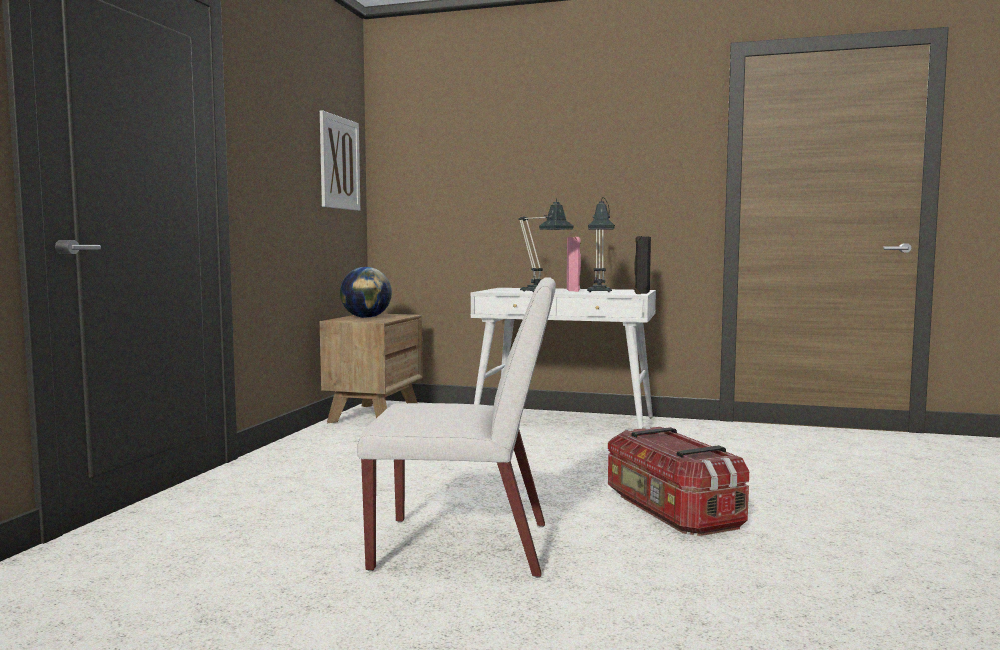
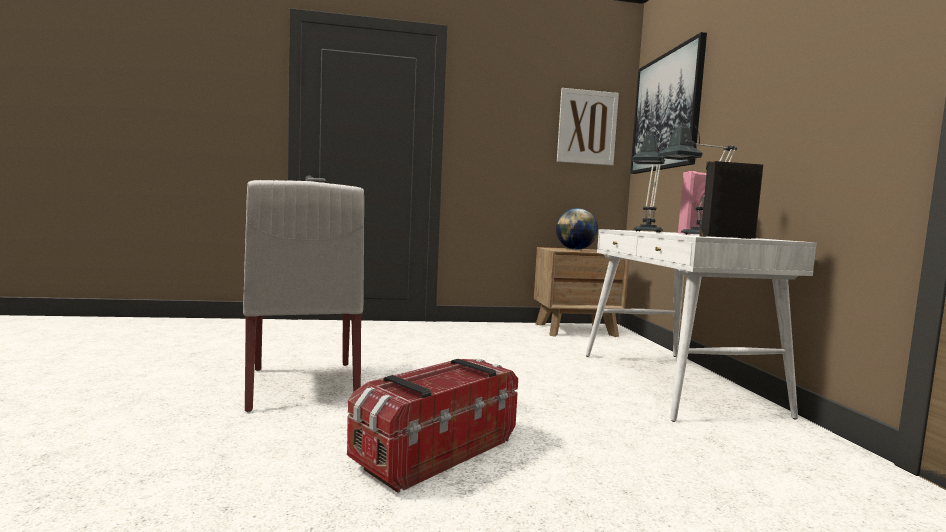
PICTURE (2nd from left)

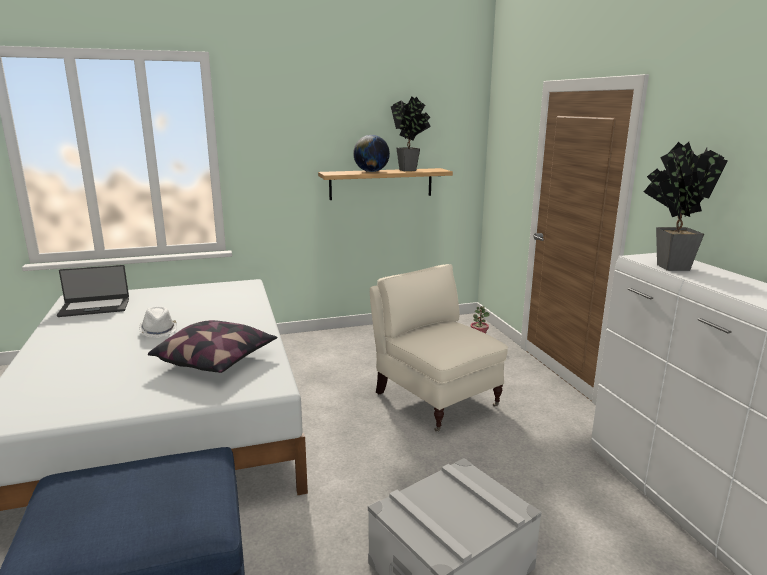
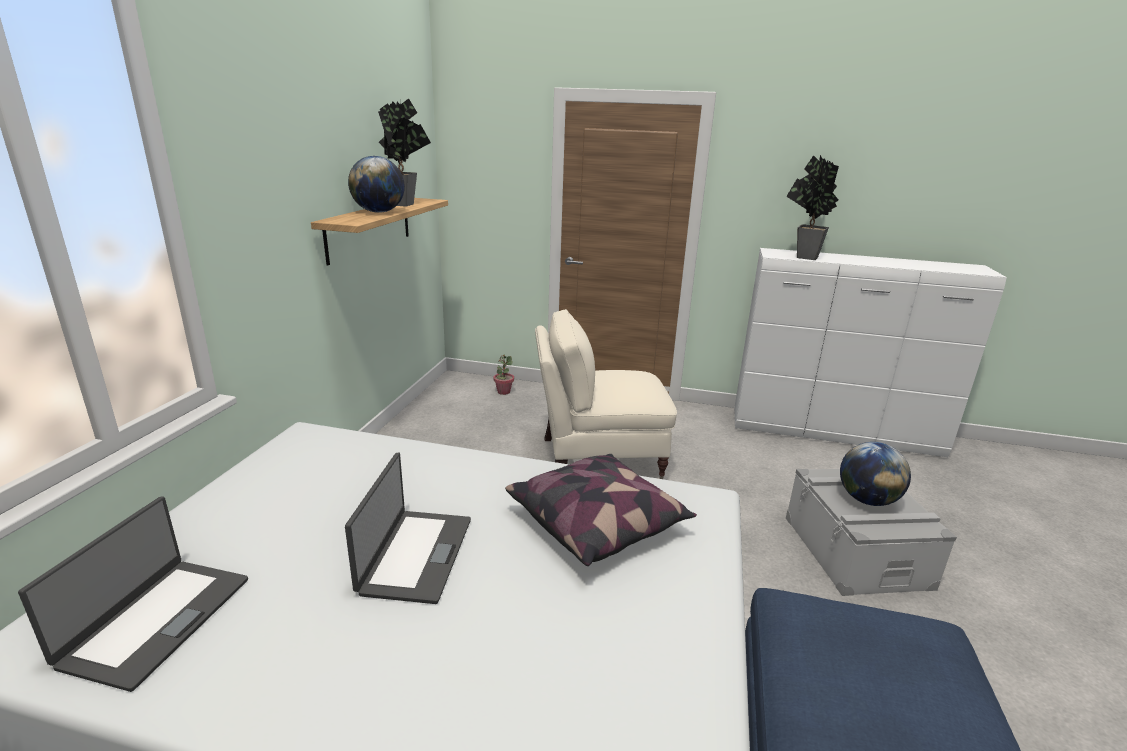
LAPTOP (2nd from left)
GLOBE (2nd from left)

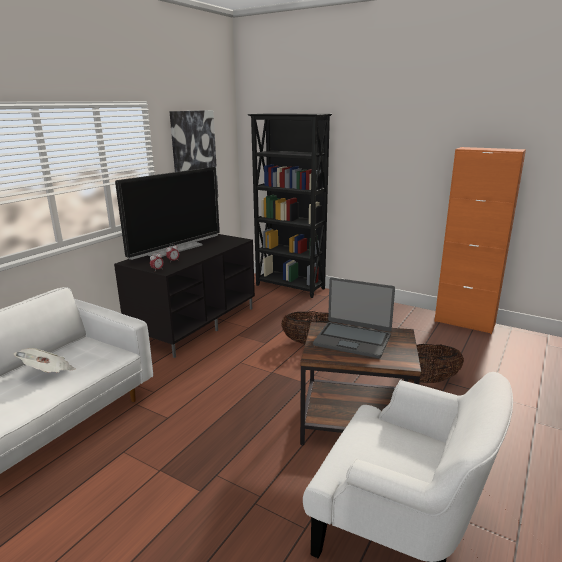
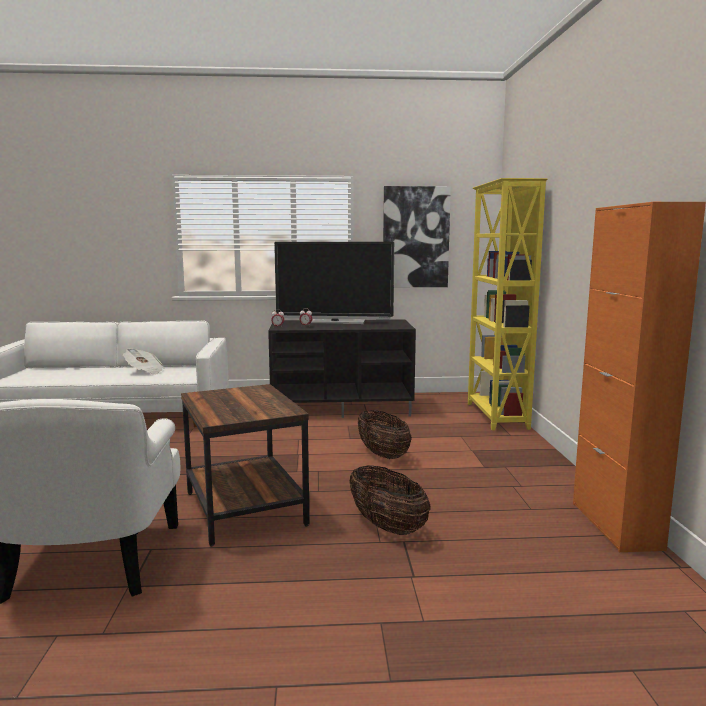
YELLOW BOOKCASE
LAPTOP

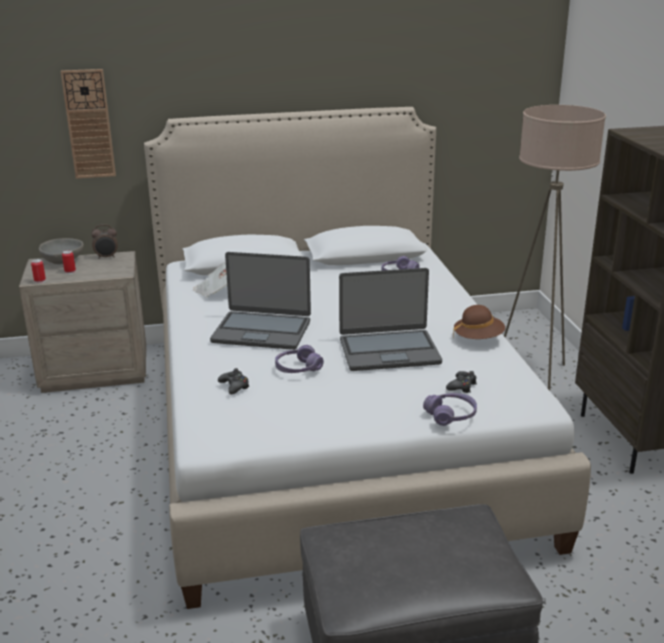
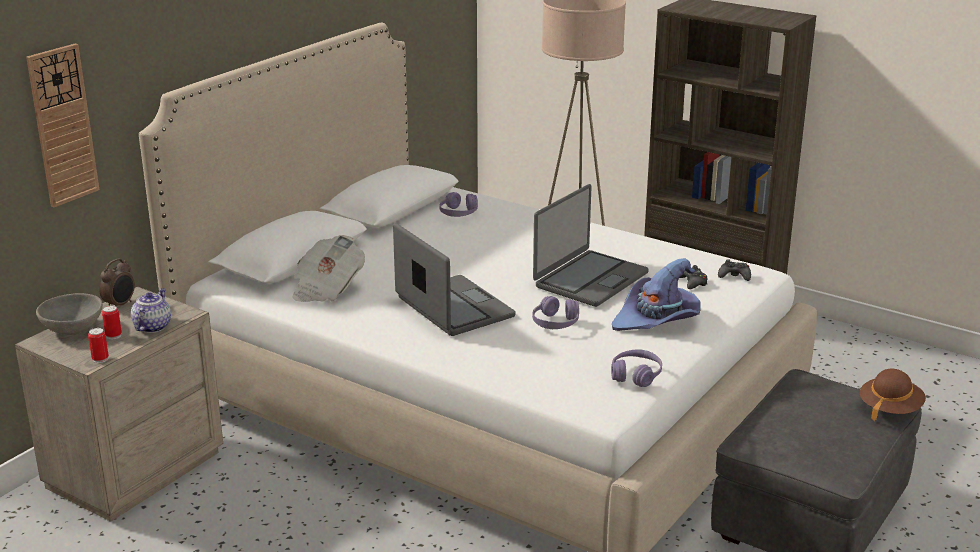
TEAPOT
LAPTOP (1st from left)
PURPLE HEADPHONES (3rd from left)
PURPLE HAT
BLACK GAME CONTROLLER (2nd from left)
BROWN HAT

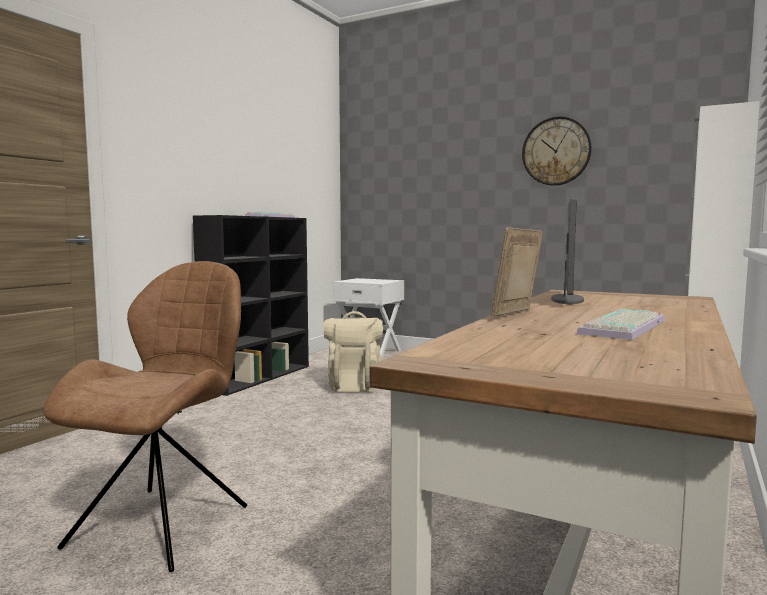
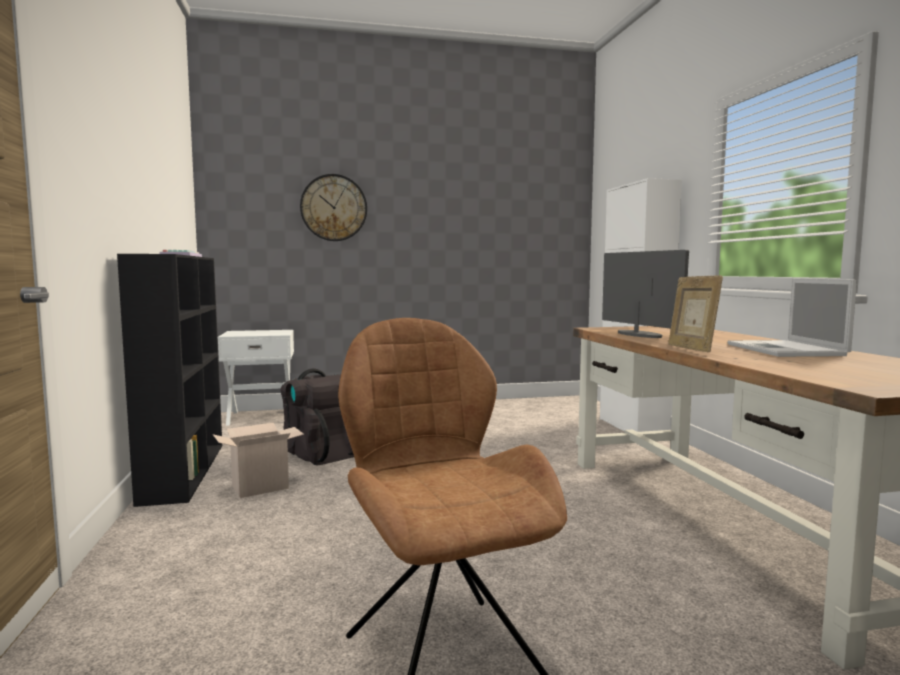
CARDBOARD BOX
BLACK BACKPACK
WALL CLOCK
LAPTOP

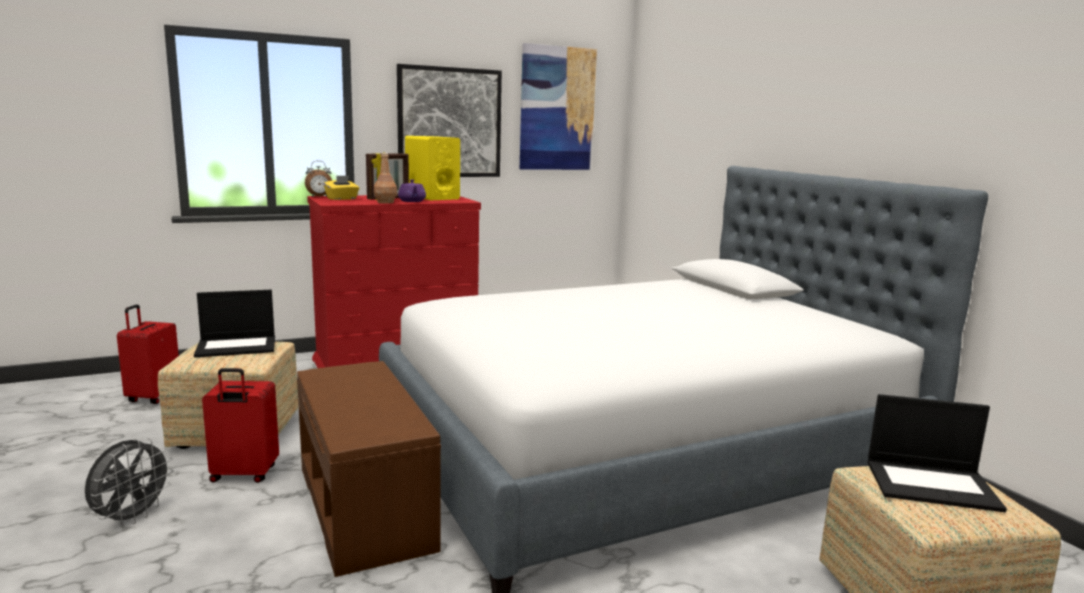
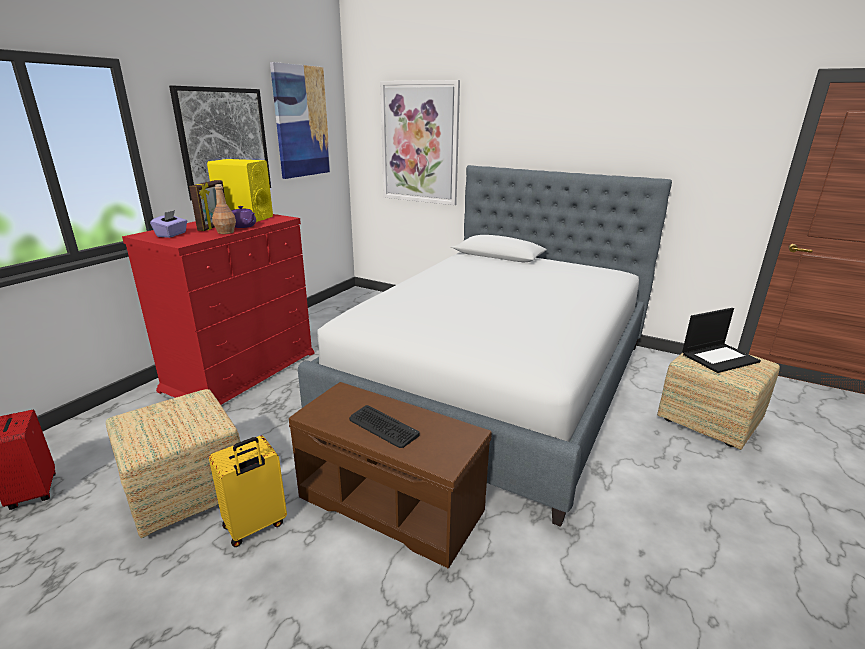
PURPLE TISSUE BOX
YELLOW SUITCASE
KEYBOARD
PICTURE (3rd from left)
GREY FAN
LAPTOP (1st from left in the first image)
ALARM CLOCK

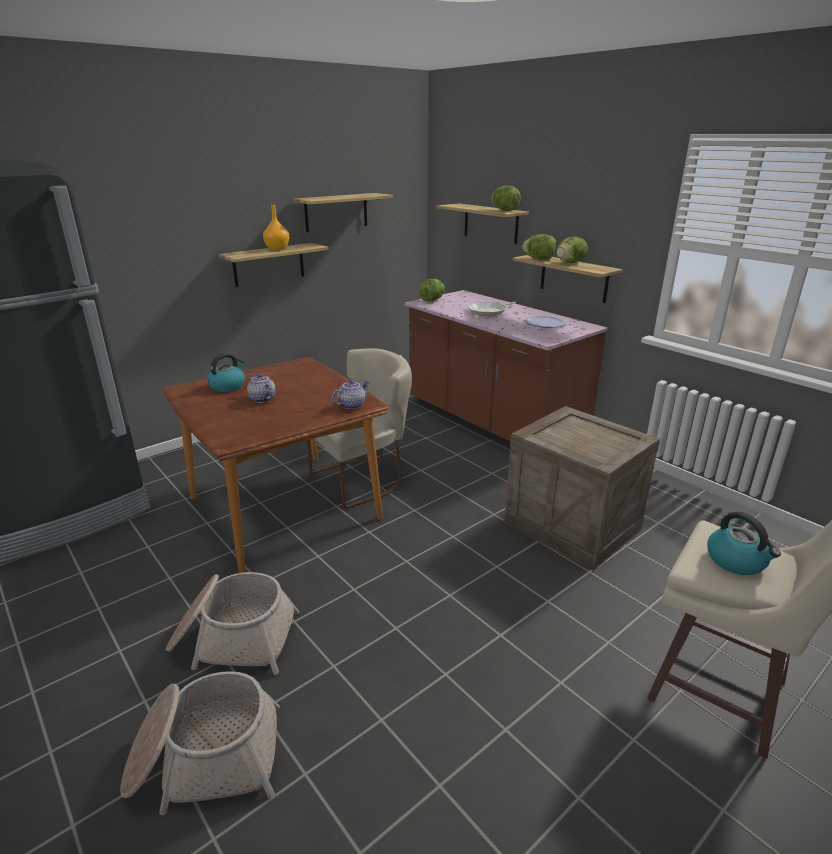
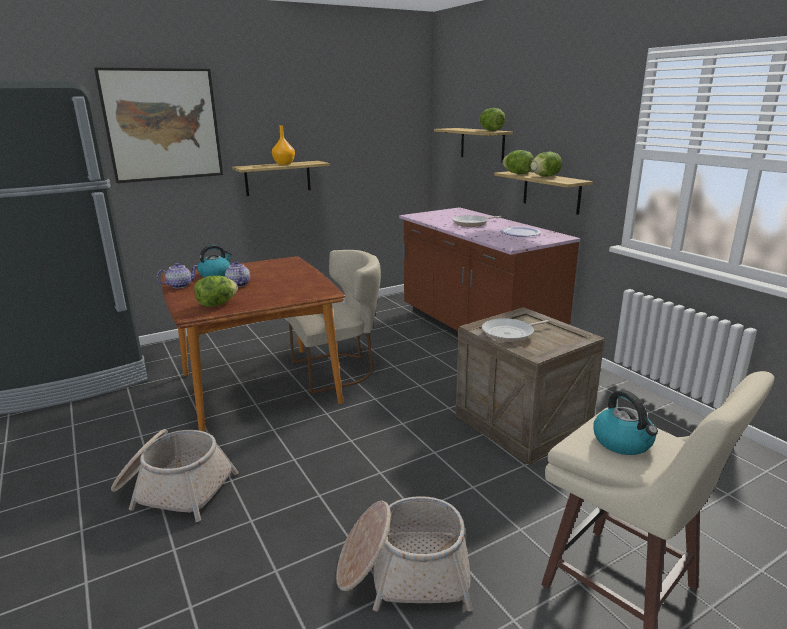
PICTURE
TEAPOT (1st from left)
LETTUCE (1st from left)
BASKET (2nd from left)
FRYING PAN (2nd from left)
SHELF (2nd from left in the first image)

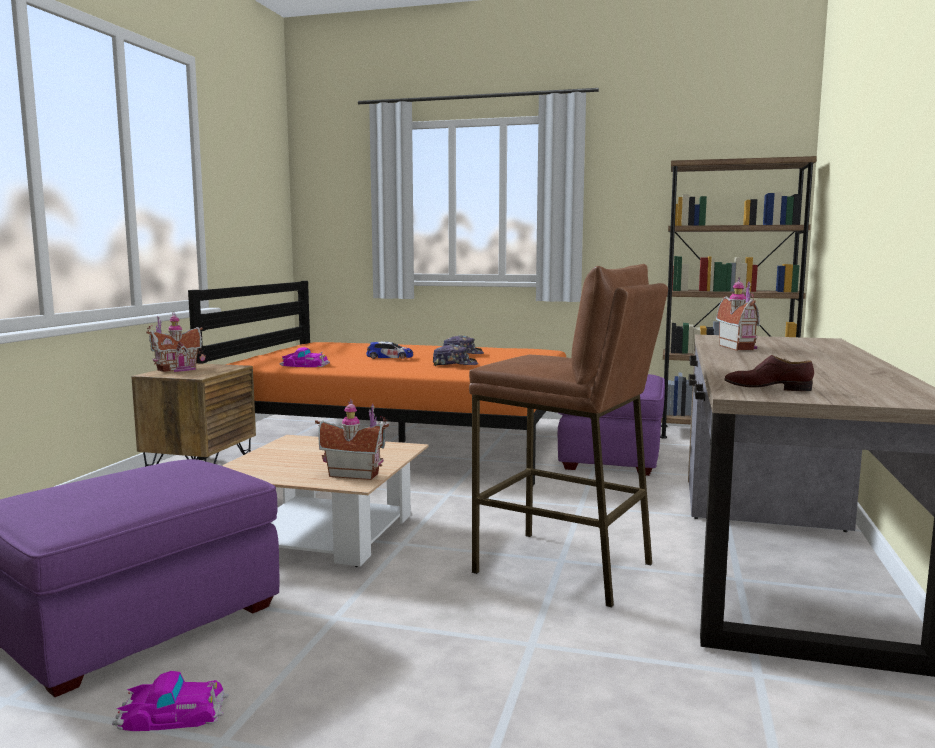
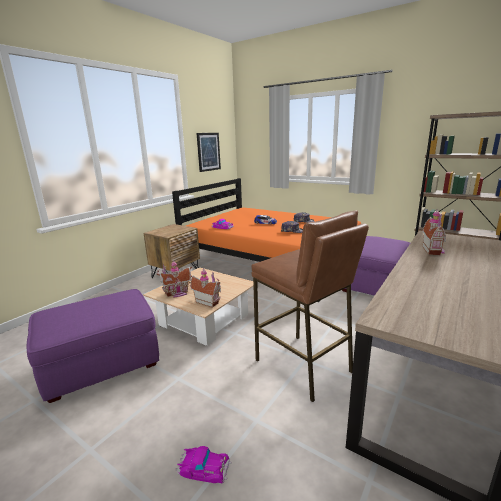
TOY HOUSE (1st from left)
TOY CAR (1st from left)
PICTURE
BROWN SHOE

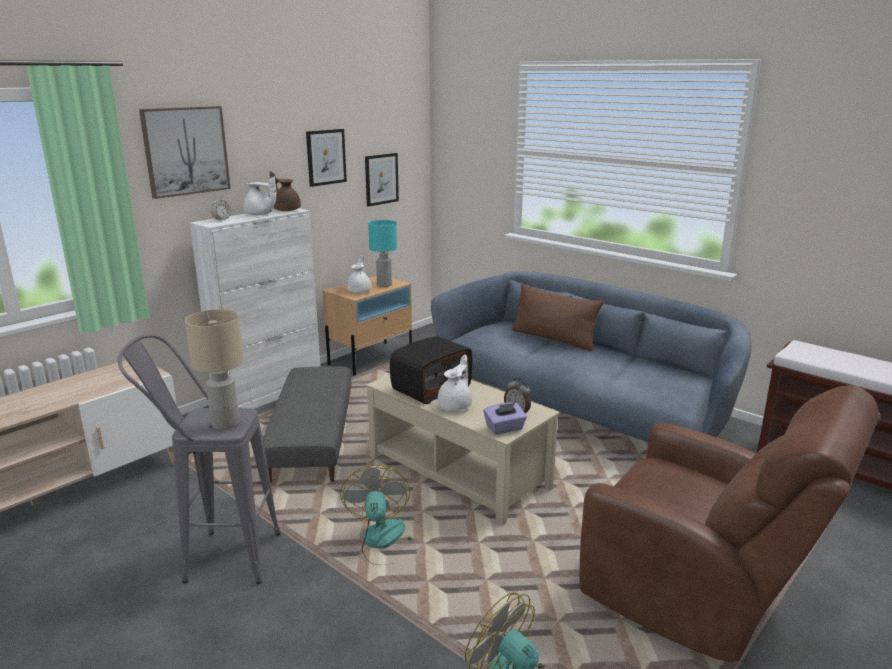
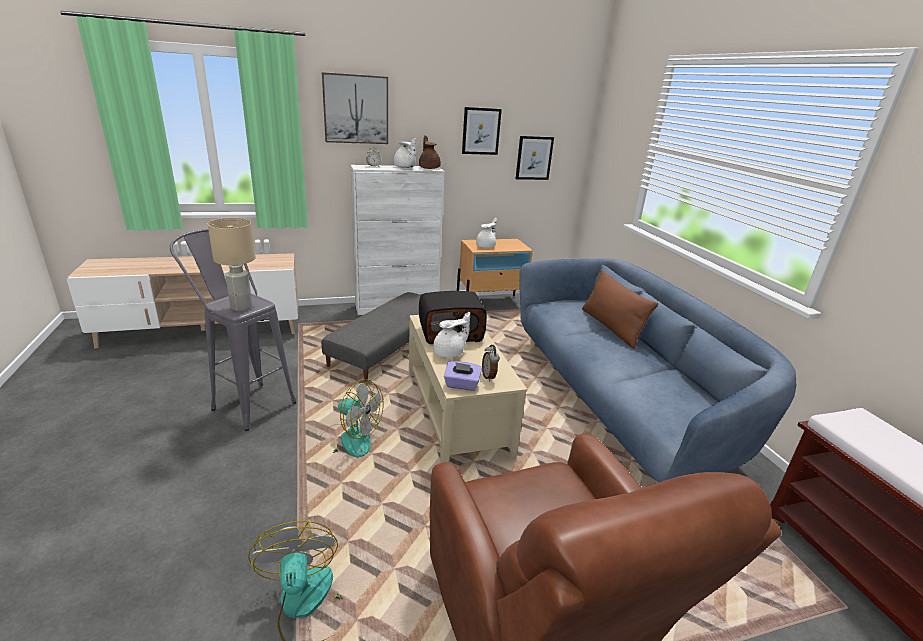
FAN (2nd from left)
TURQUOISE TABLE LAMP

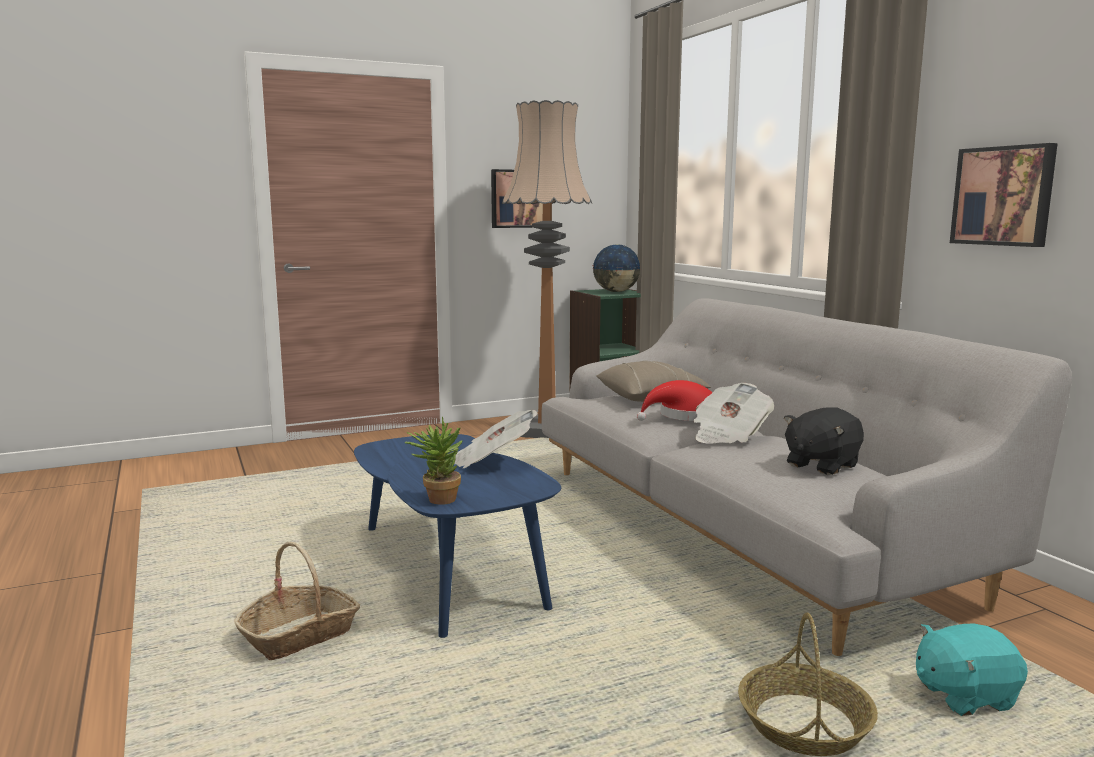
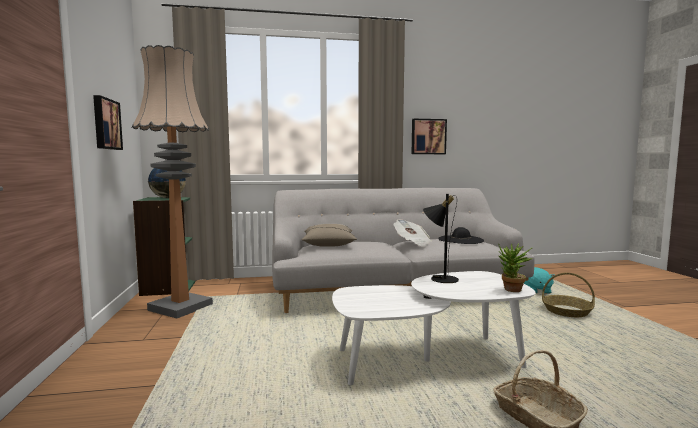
WHITE COFFEE TABLE
BLACK TABLE LAMP
BLACK HAT
RED HAT

